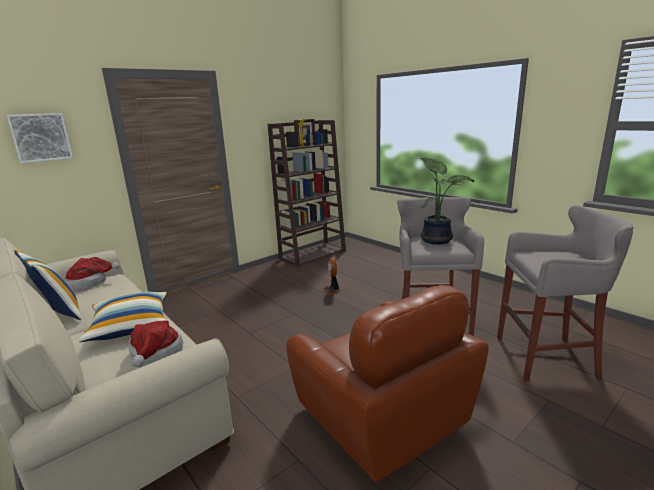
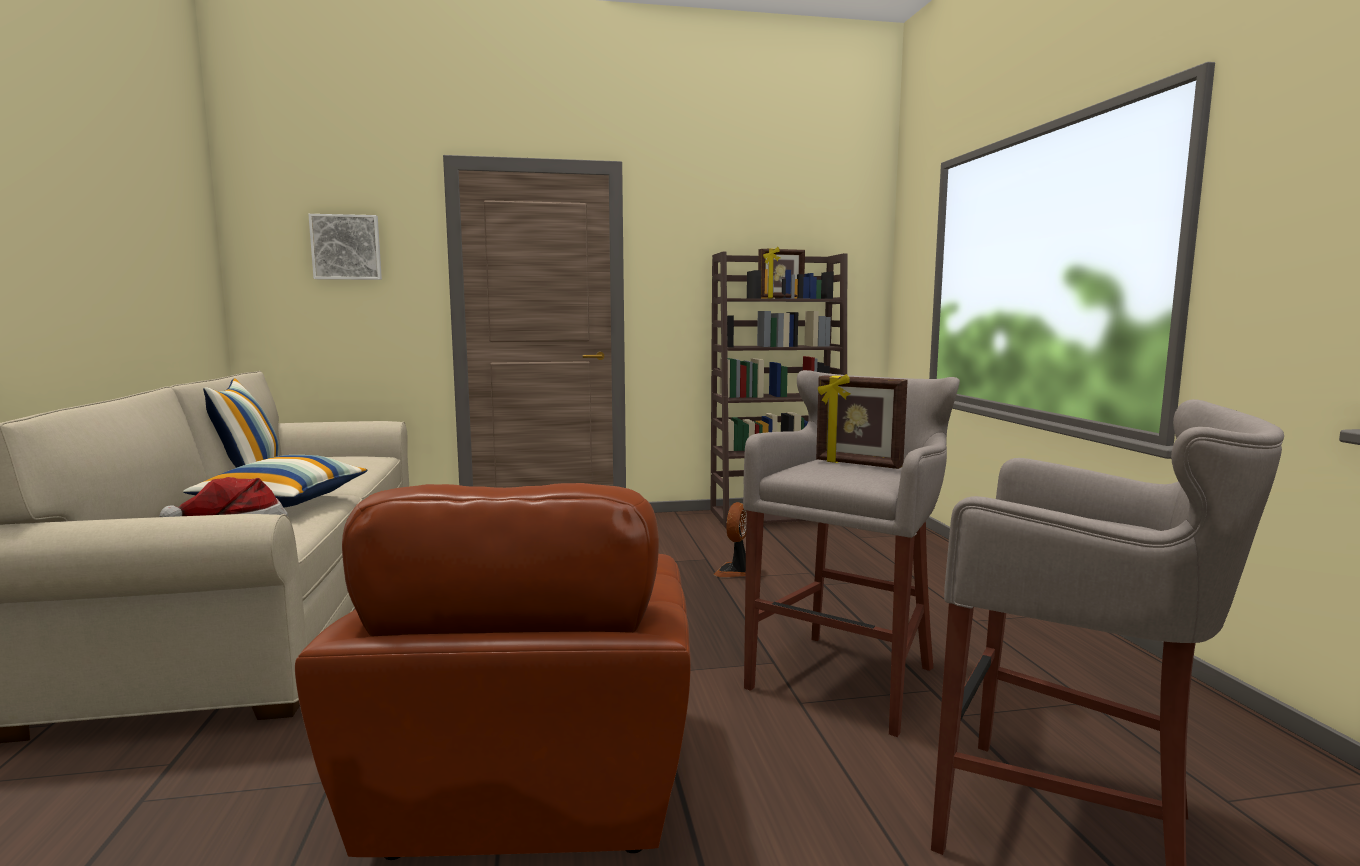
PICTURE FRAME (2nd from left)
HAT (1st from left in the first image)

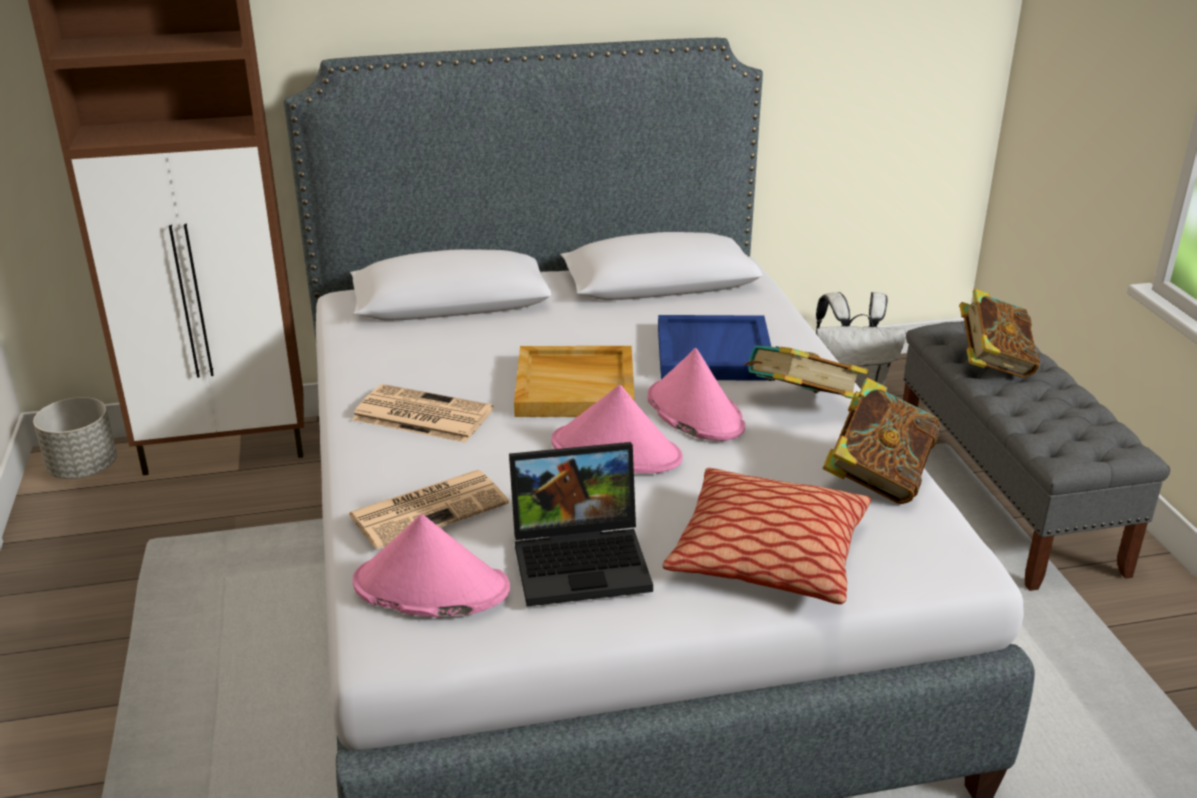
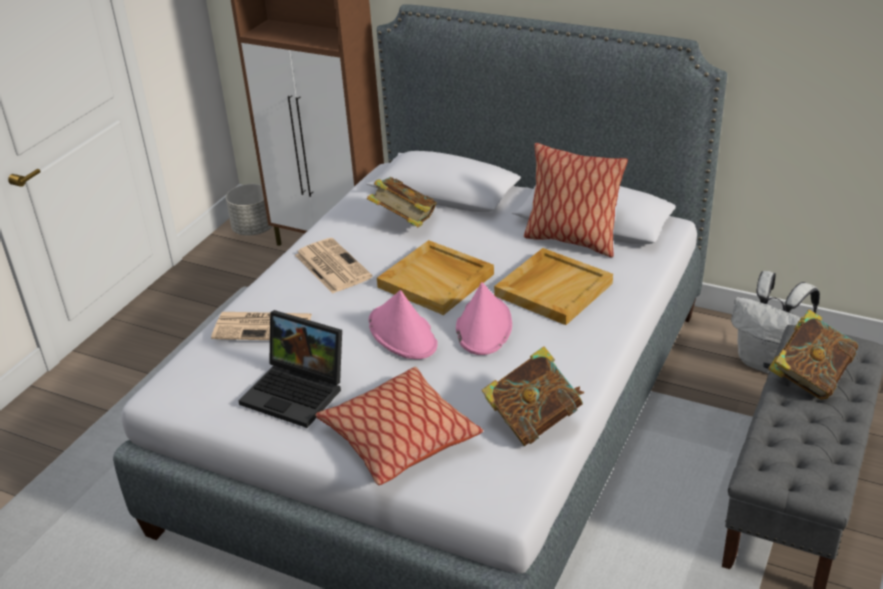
BOOK (1st from left)
BEIGE TRAY (2nd from left)
PILLOW (2nd from left)
PINK HAT (1st from left in the first image)

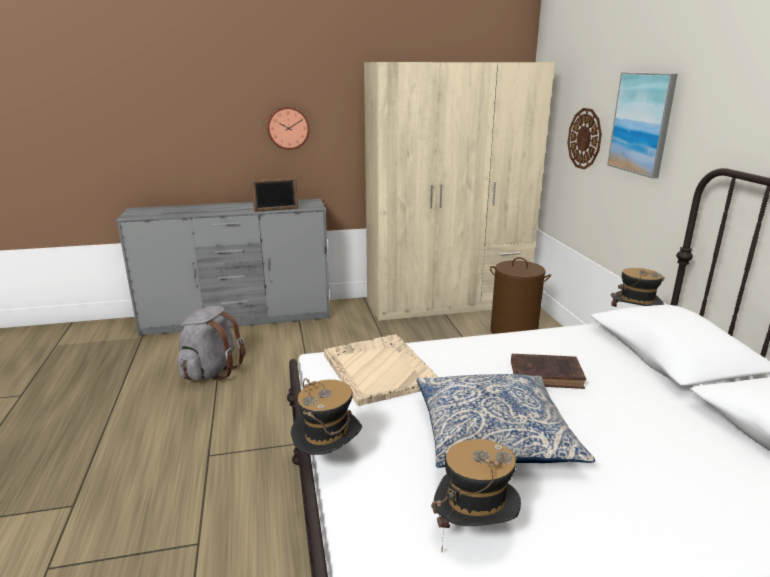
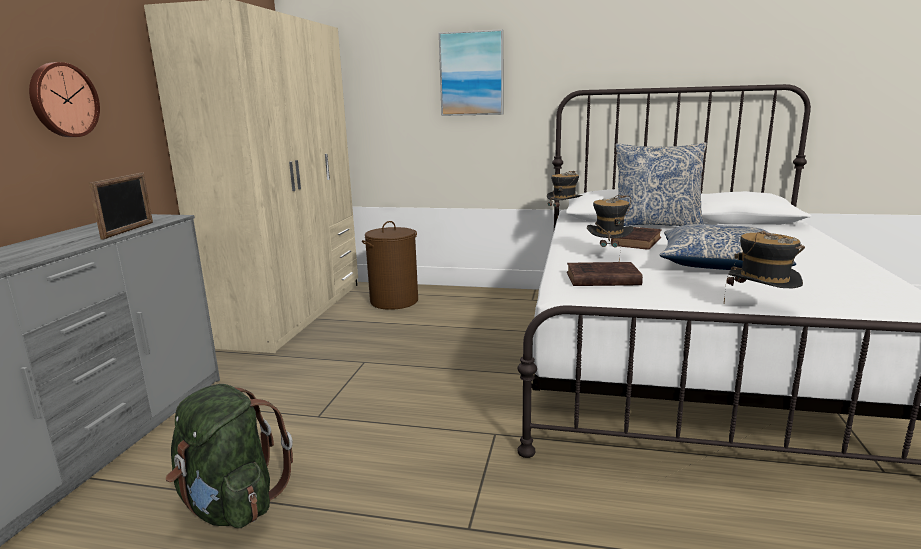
GREEN BACKPACK
BROWN BOOK (1st from left)
HAT (2nd from left)
PILLOW (1st from left)
WALL CLOCK (2nd from left in the first image)

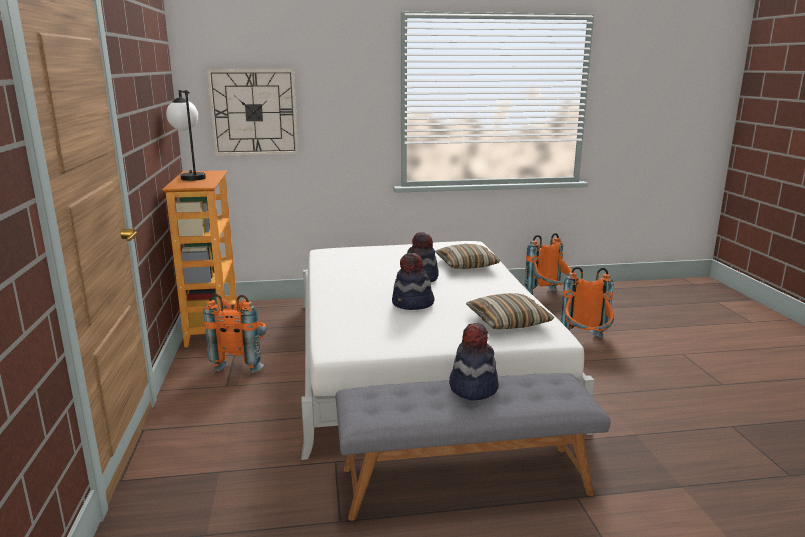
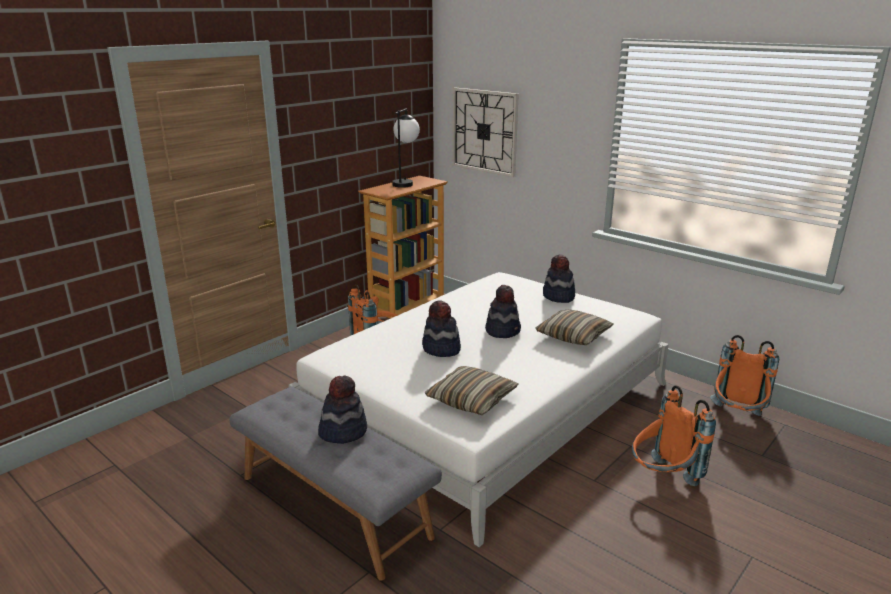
HAT (4th from left)

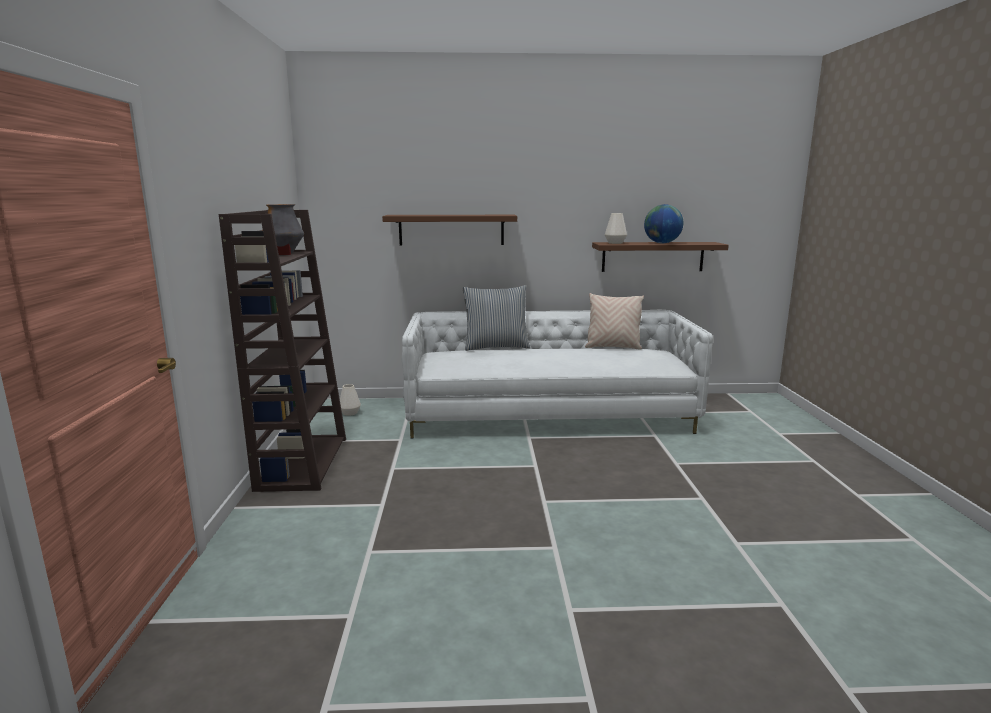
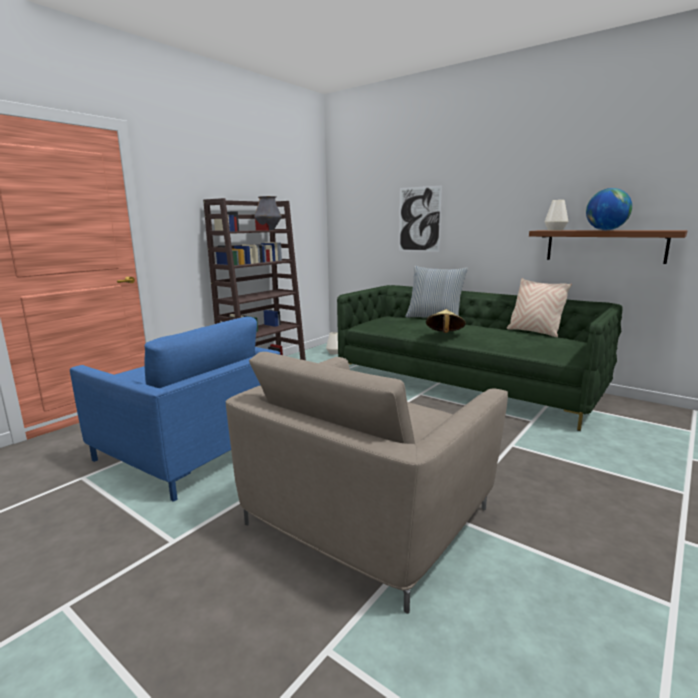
BLUE ARMCHAIR
BEIGE ARMCHAIR
GREEN SOFA
PICTURE
BEIGE HAT

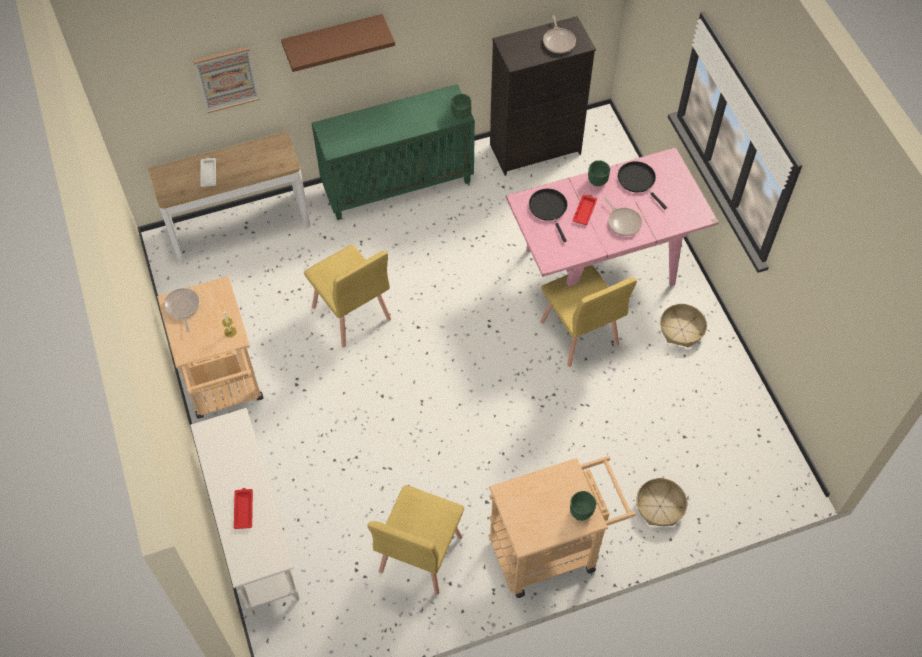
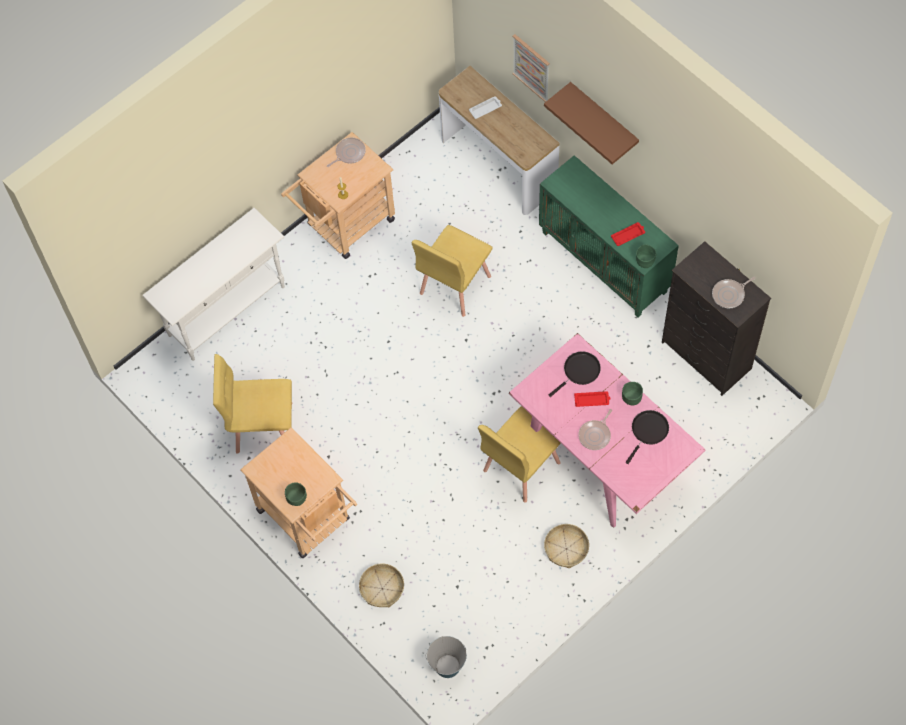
BUCKET
RED TRAY (2nd from left)

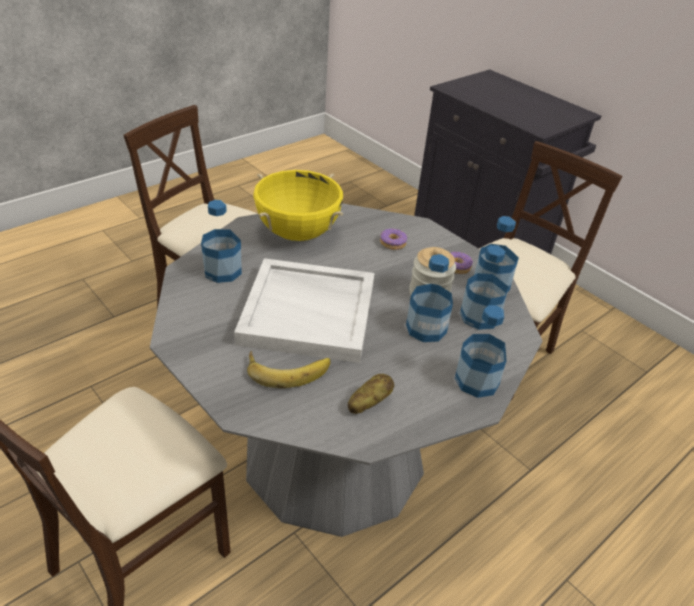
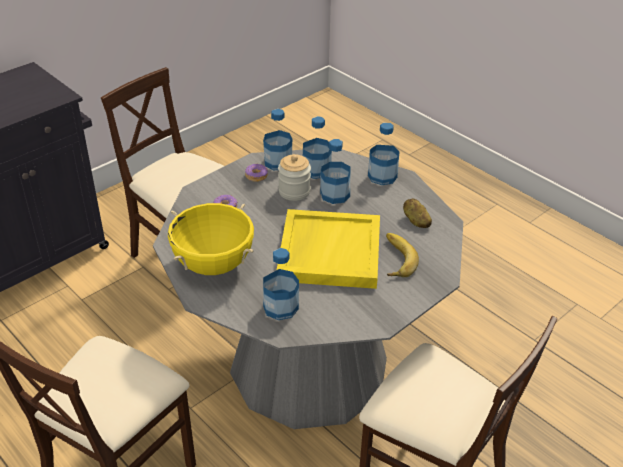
YELLOW TRAY

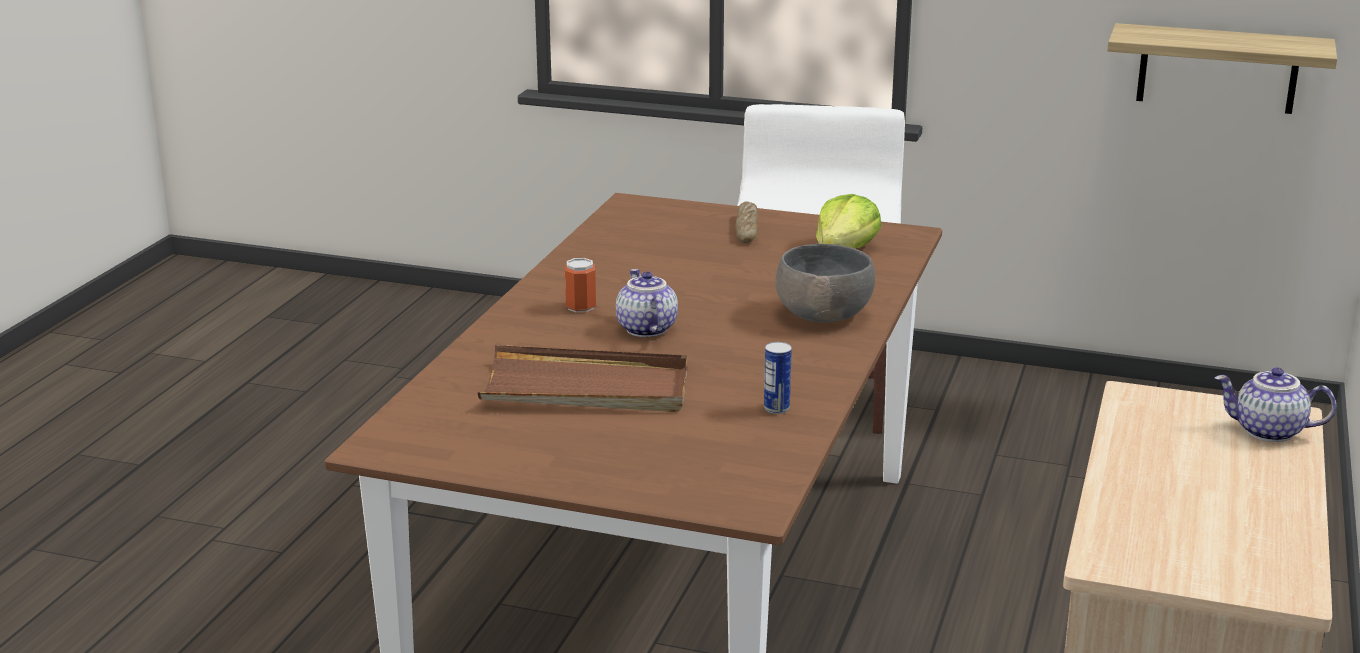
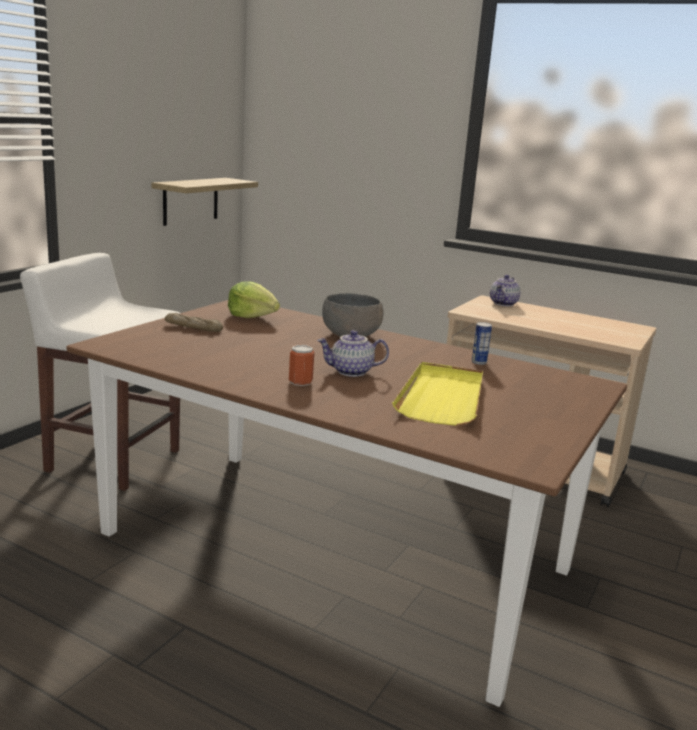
YELLOW TRAY

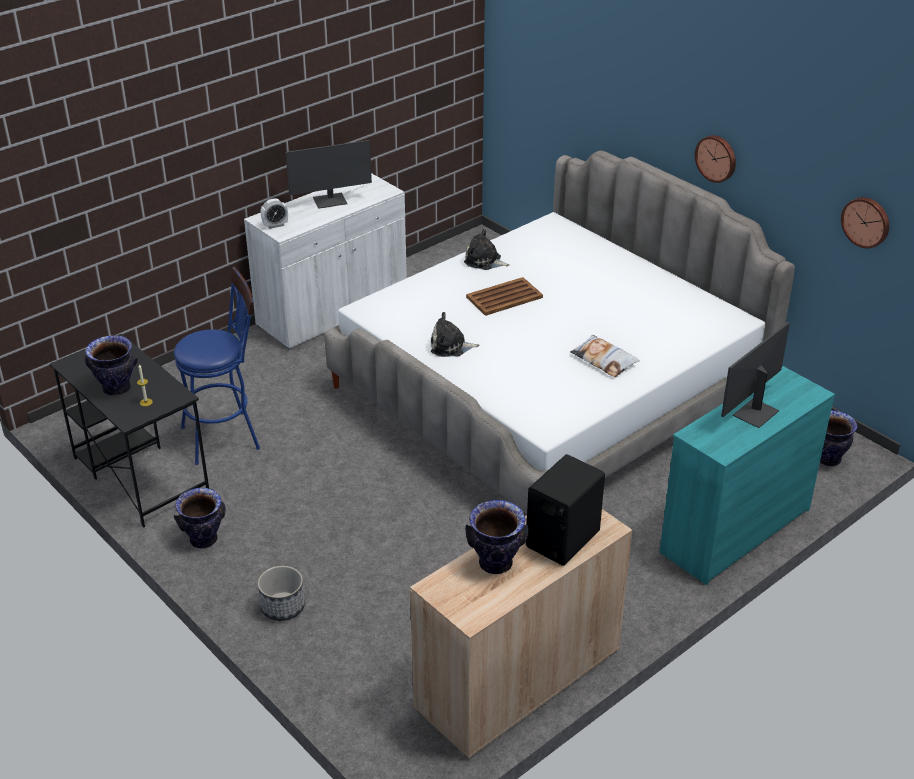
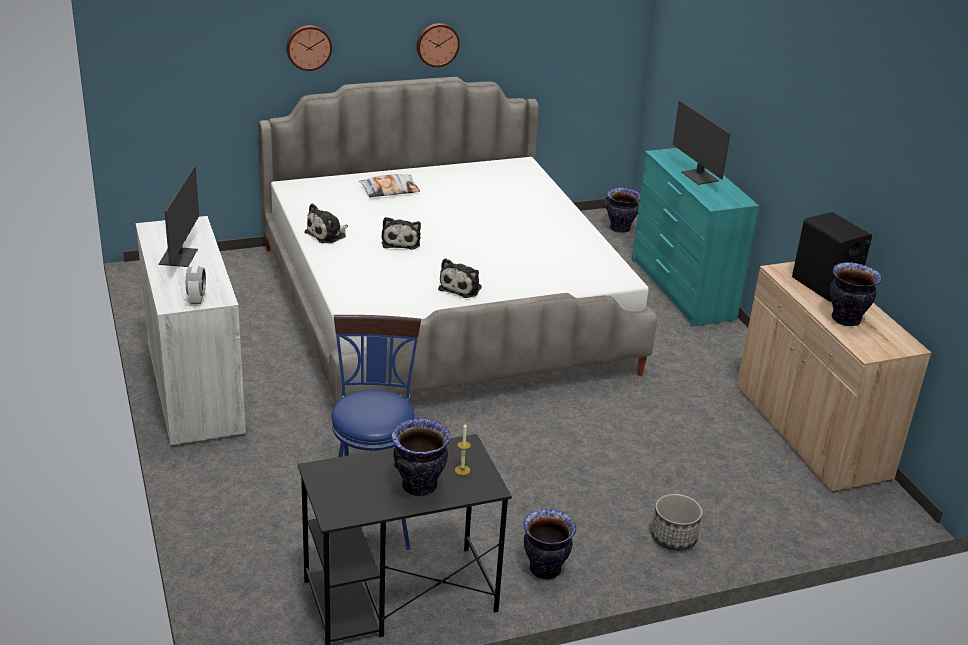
WALL CLOCK (1st from left)
PILLOW
PLUSH TOY (2nd from left)

